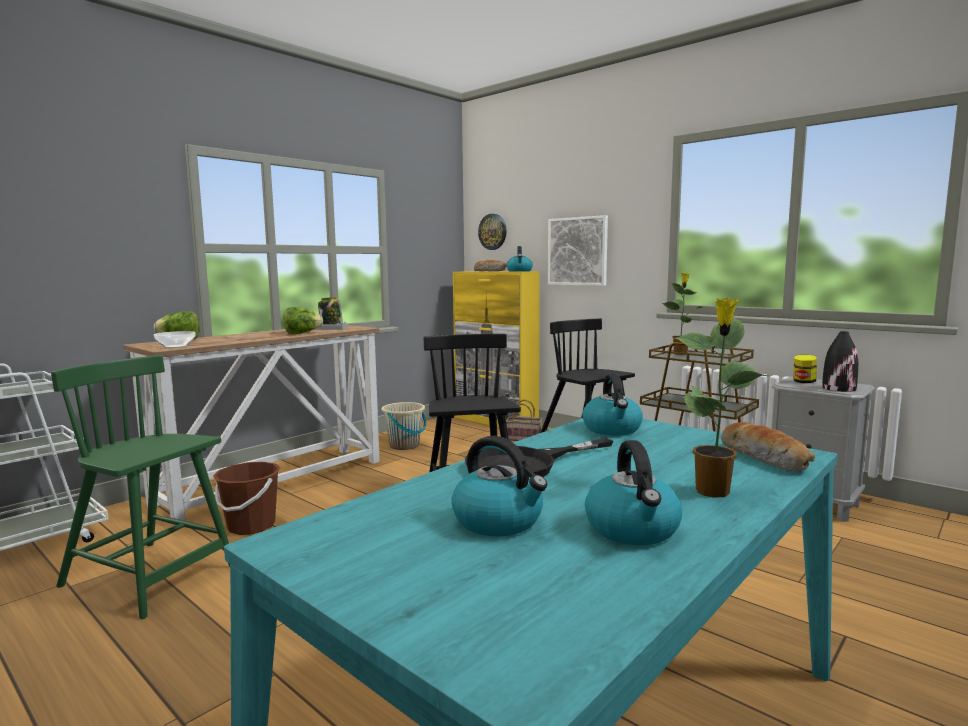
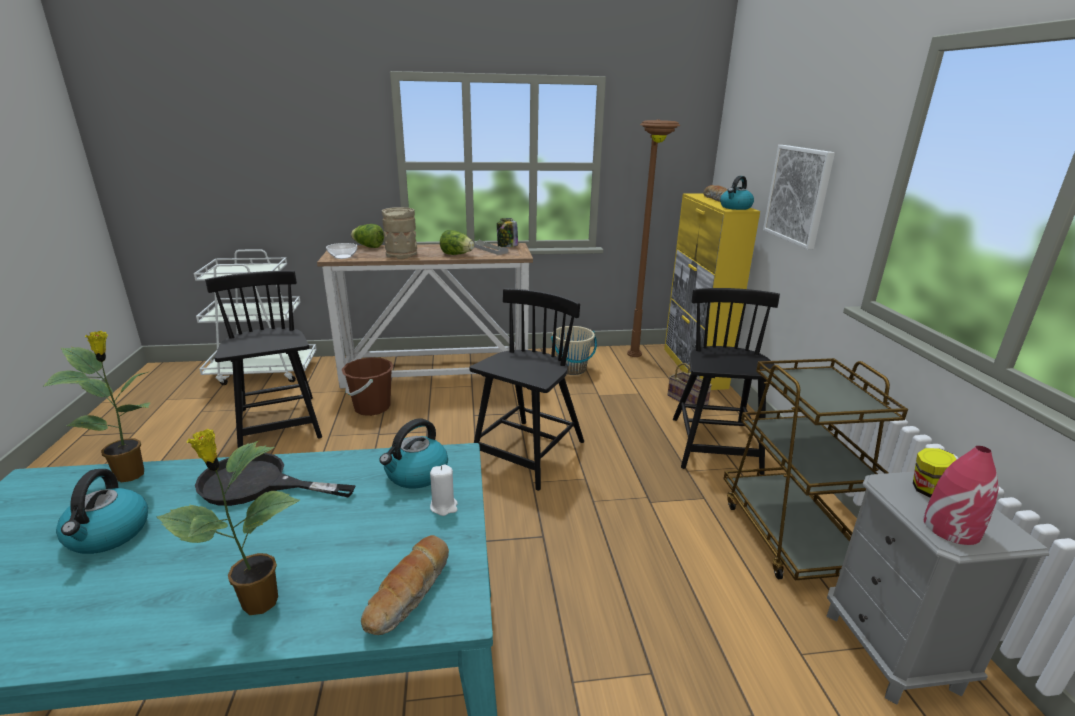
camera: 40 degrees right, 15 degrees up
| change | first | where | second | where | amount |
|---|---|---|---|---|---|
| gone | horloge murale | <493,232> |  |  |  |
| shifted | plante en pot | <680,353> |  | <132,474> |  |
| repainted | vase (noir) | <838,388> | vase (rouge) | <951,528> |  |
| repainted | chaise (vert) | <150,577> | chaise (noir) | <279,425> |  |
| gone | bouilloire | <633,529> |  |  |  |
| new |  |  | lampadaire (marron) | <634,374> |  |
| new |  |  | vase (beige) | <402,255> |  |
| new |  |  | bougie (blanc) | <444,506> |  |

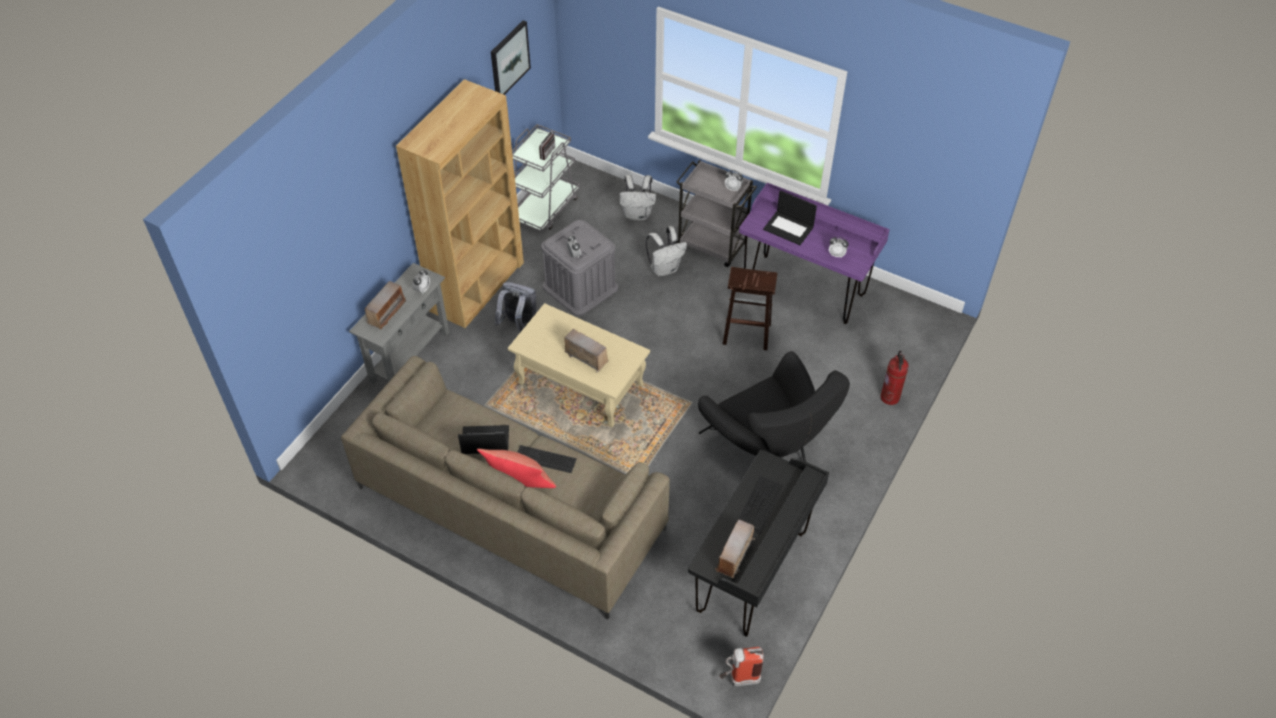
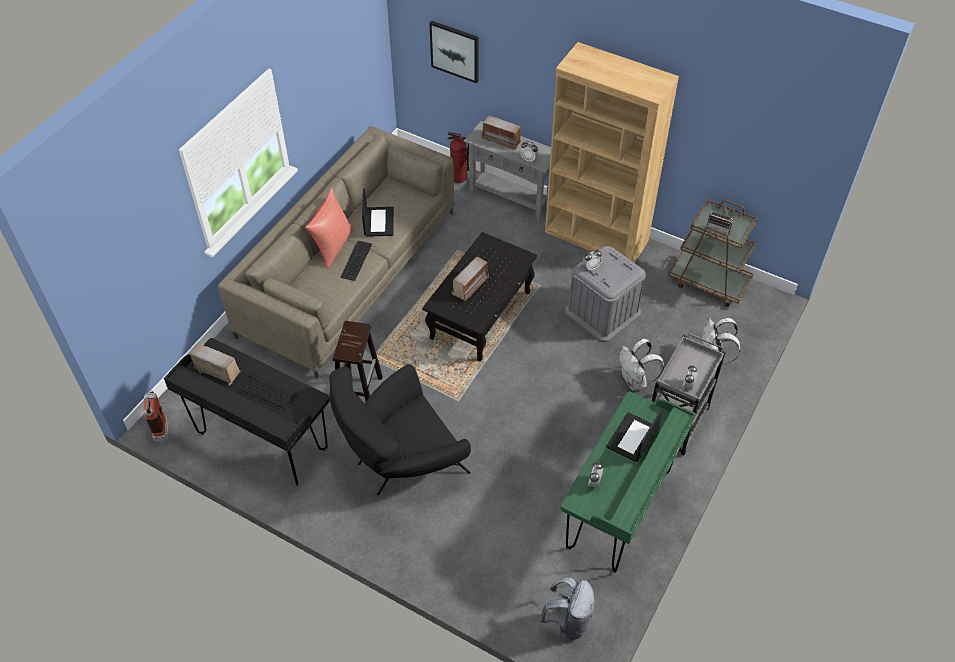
camera: 90 degrees right, 0 degrees up
| change | first | where | second | where | amount |
|---|---|---|---|---|---|
| shifted | tableau | <509,59> |  | <455,51> |  |
| repainted | chariot (gris) | <545,208> | chariot (marron) | <709,282> |  |
| repainted | bureau (violet) | <804,289> | bureau (vert) | <619,511> |  |
| shifted | tabouret (marron) | <746,334> |  | <359,391> |  |
| shifted | sac à dos (gris) | <519,325> |  | <569,621> |  |
| repainted | table basse (beige) | <580,384> | table basse (noir) | <481,314> |  |
| shifted | extincteur | <890,397> |  | <458,177> |  |

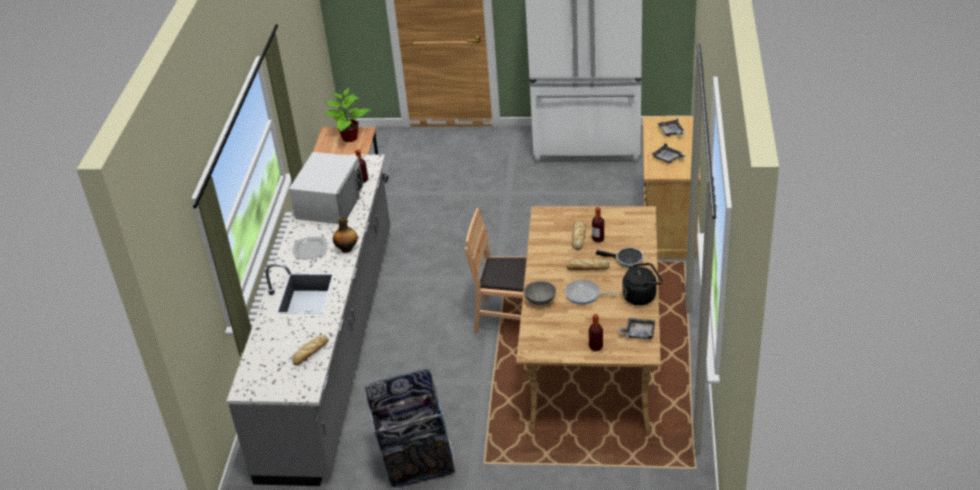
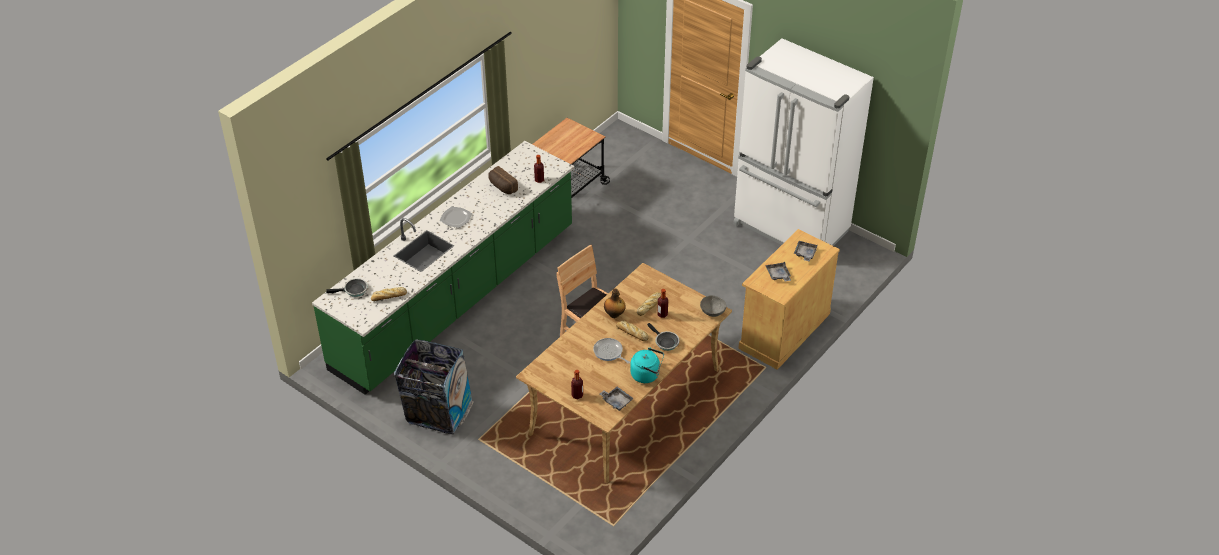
camera: 30 degrees right, 5 degrees up
| change | first | where | second | where | amount |
|---|---|---|---|---|---|
| gone | plante en pot | <349,138> |  |  |  |
| swapped | micro-ondes (blanc) | <330,202> | pain | <502,187> |  |
| repainted | comptoir de cuisine (gris) | <332,346> | comptoir de cuisine (vert) | <456,298> |  |
| shifted | bouteille | <347,249> |  | <614,314> |  |
| repainted | bouilloire (noir) | <641,296> | bouilloire (turquoise) | <647,375> |  |
| shifted | bol (gris) | <540,300> |  | <712,312> |  |
| new |  |  | poêle | <354,290> |  |

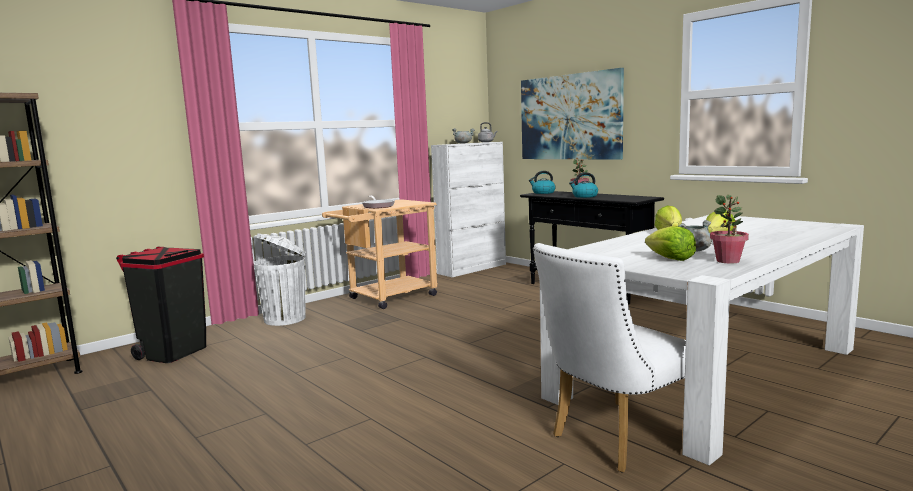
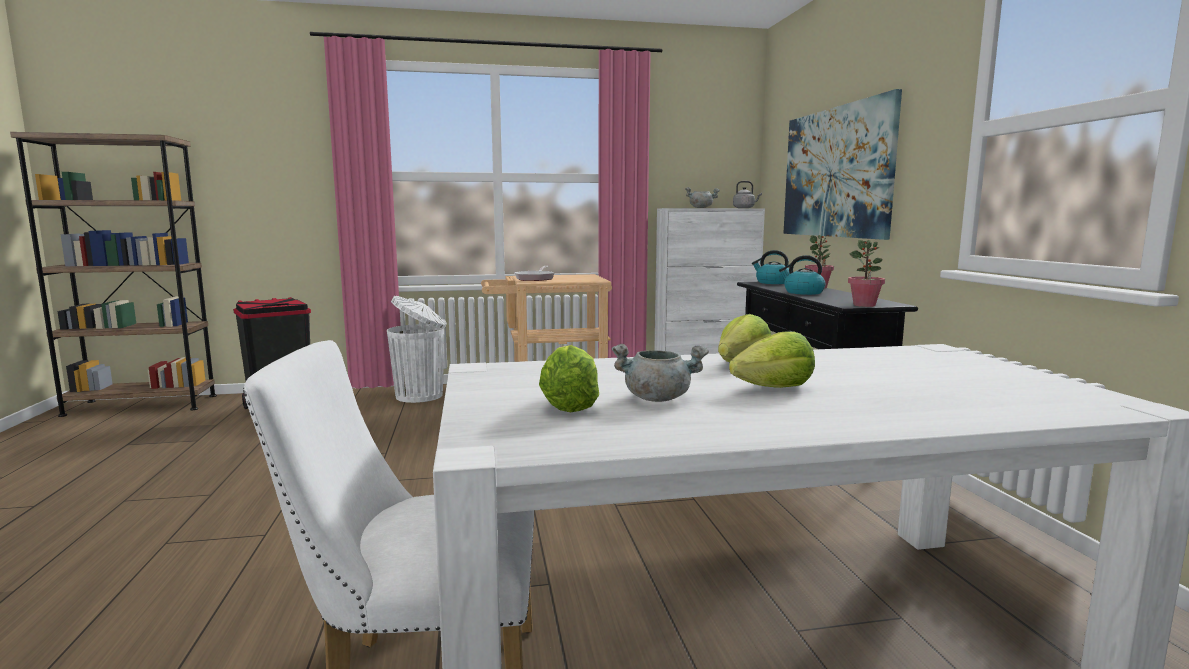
camera: 30 degrees right, 0 degrees up
| change | first | where | second | where | amount |
|---|---|---|---|---|---|
| shifted | plante en pot | <728,261> |  | <864,305> |  |

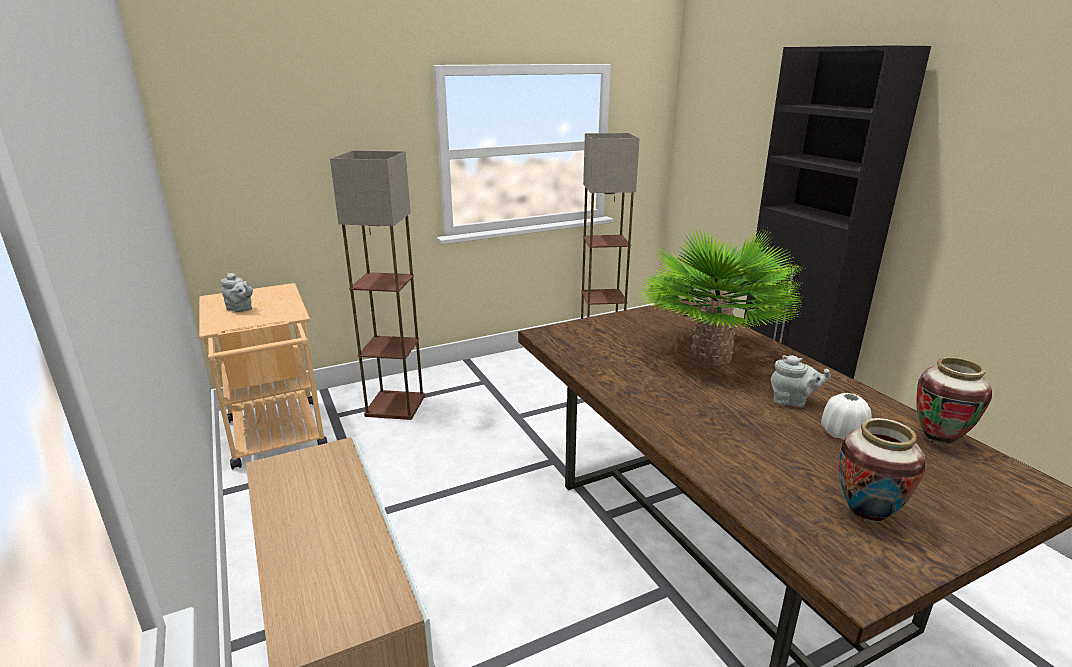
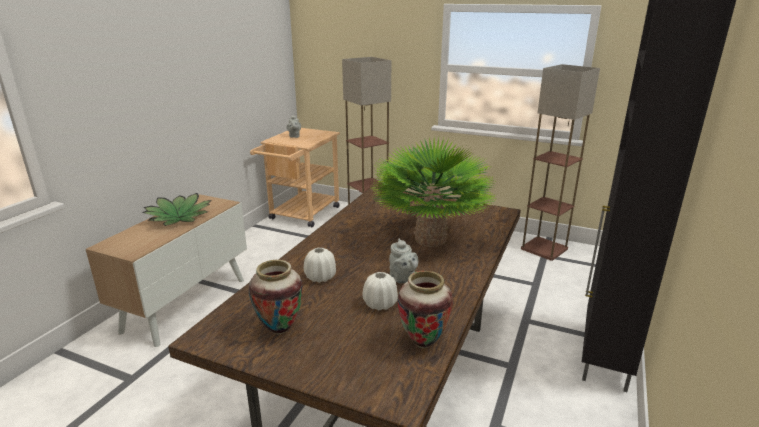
camera: 50 degrees right, 0 degrees up
| change | first | where | second | where | amount |
|---|---|---|---|---|---|
| new |  |  | plante en pot | <179,217> |  |
| new |  |  | vase (blanc) | <320,277> |  |

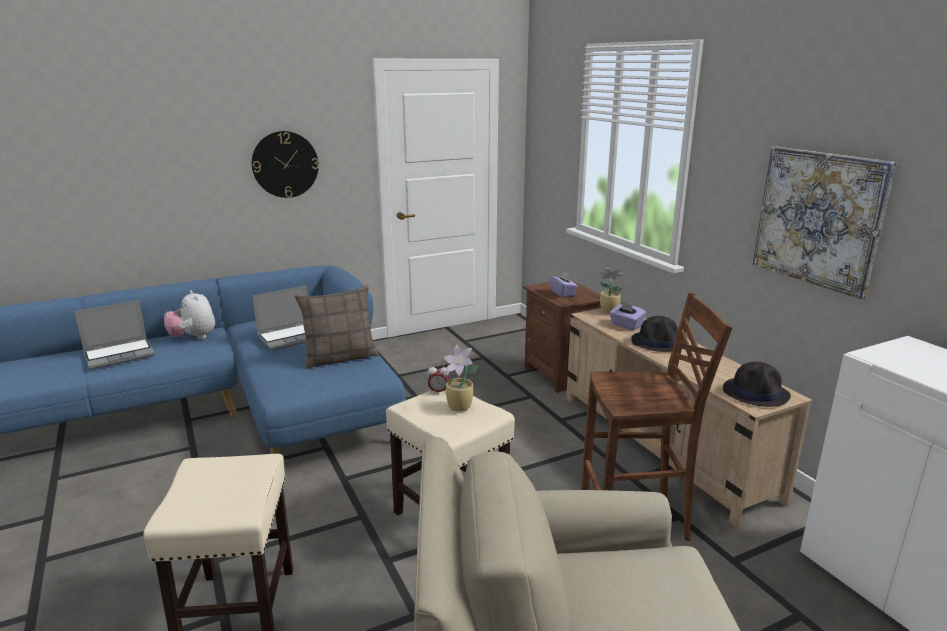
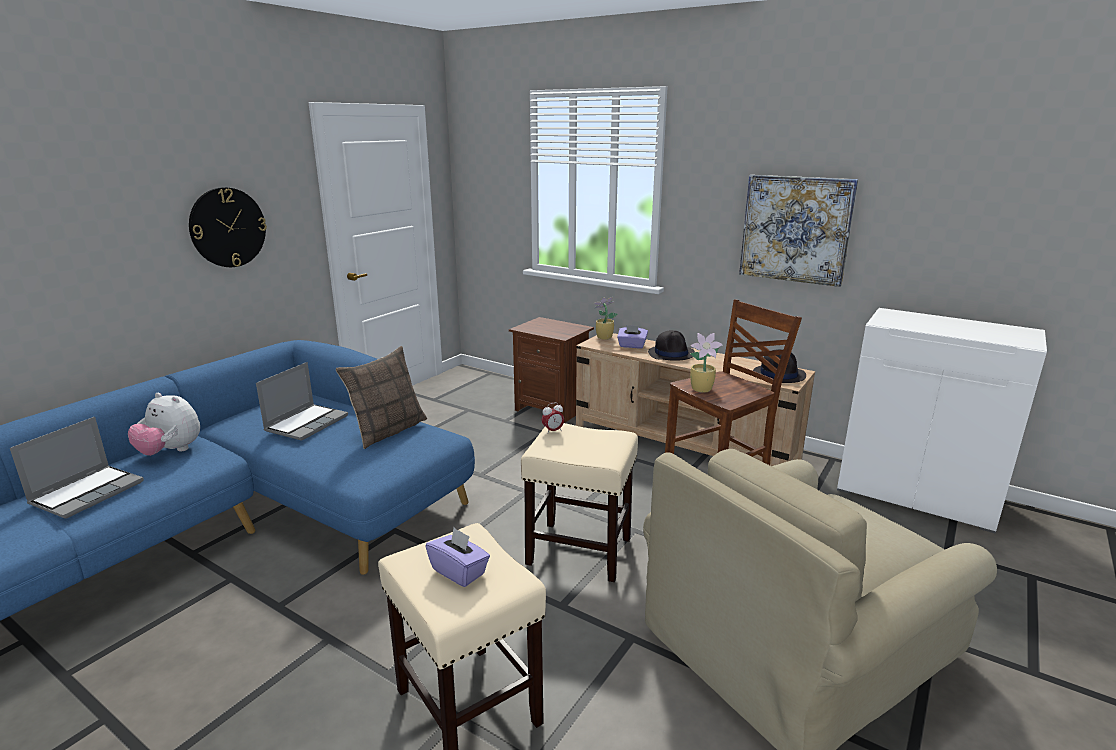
camera: 30 degrees left, 0 degrees up
| change | first | where | second | where | amount |
|---|---|---|---|---|---|
| shifted | boîte à mouchoirs (violet) | <562,293> |  | <459,571> |  |
| shifted | plante en pot | <460,407> |  | <702,389> |  |

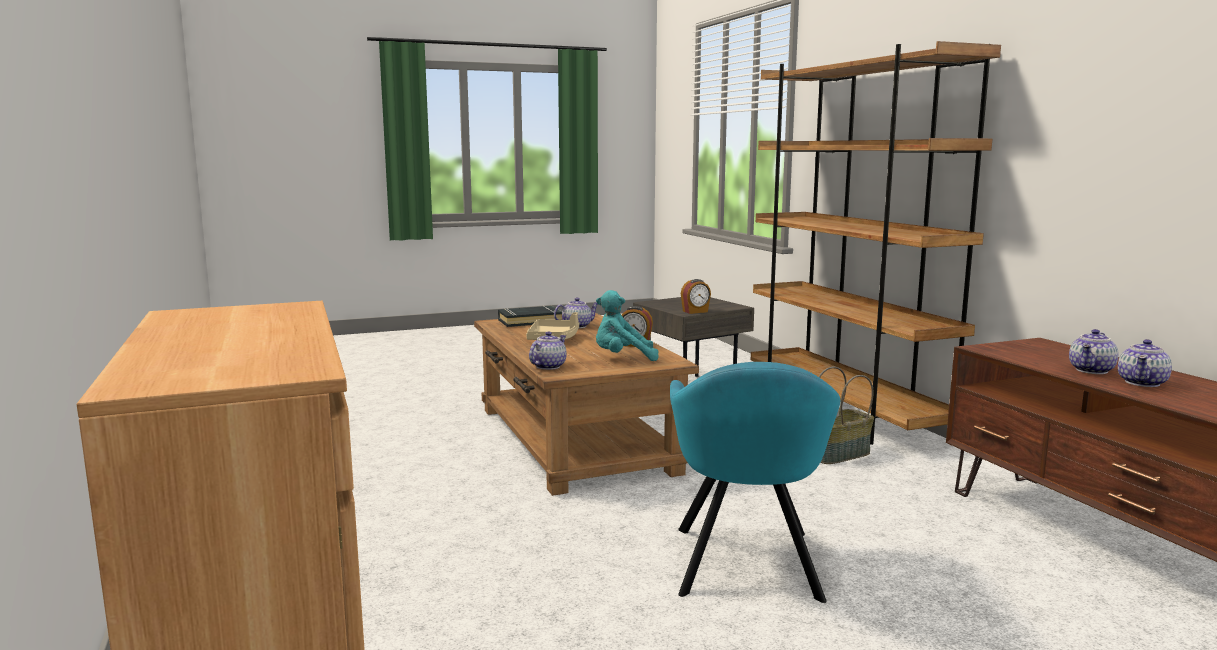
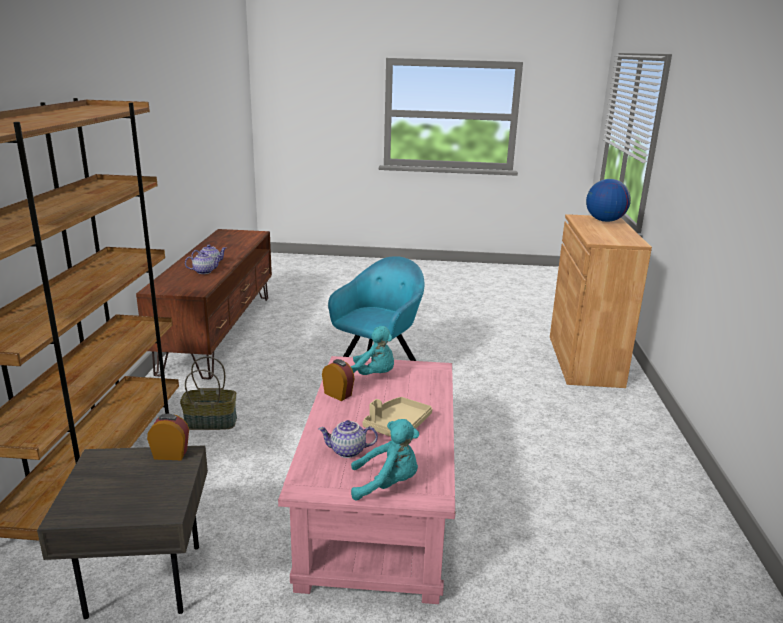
camera: 155 degrees left, 10 degrees up
| change | first | where | second | where | amount |
|---|---|---|---|---|---|
| swapped | livre (noir) | <530,321> | peluche (turquoise) | <387,484> |  |
| repainted | table basse (marron) | <573,439> | table basse (rose) | <379,505> |  |
| gone | théière | <547,366> |  |  |  |
| new |  |  | globe | <604,221> |  |

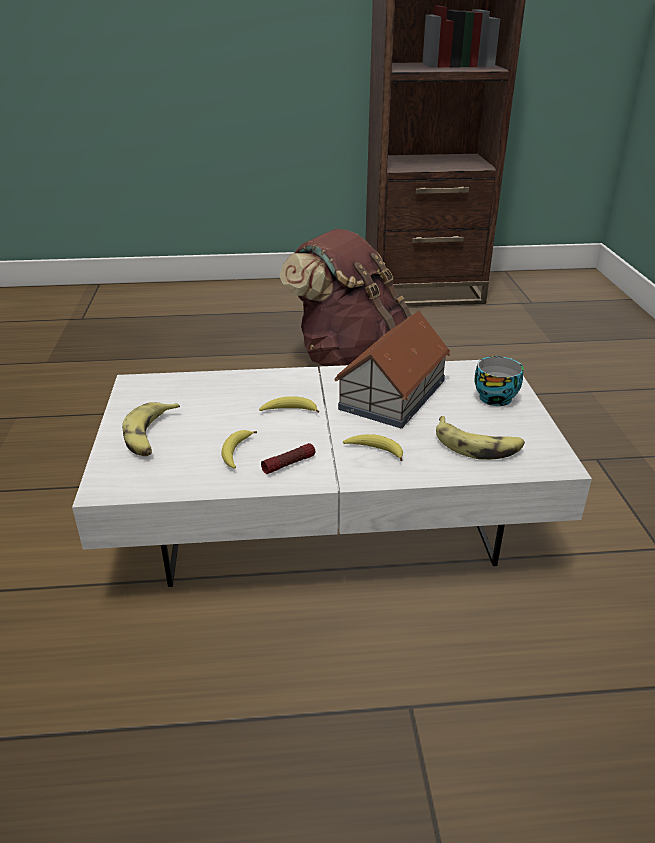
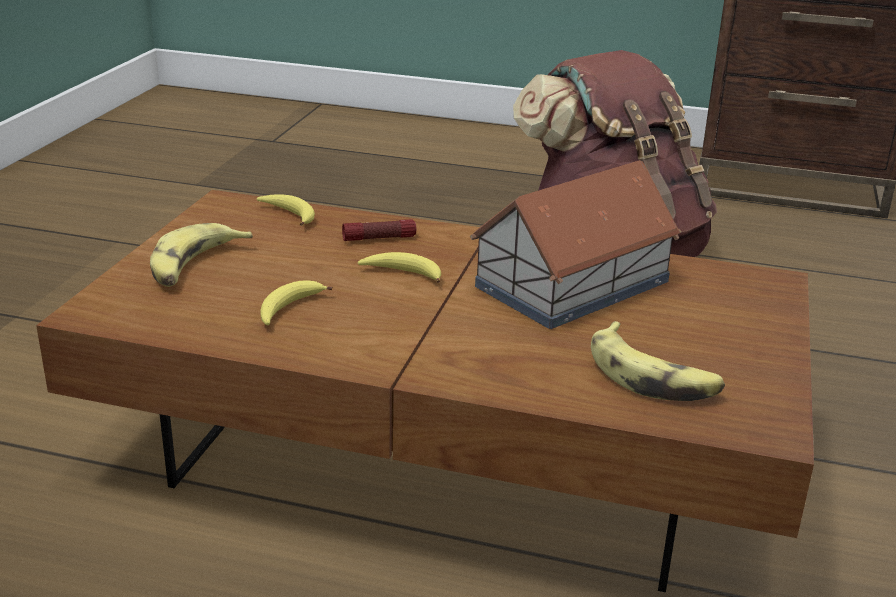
camera: 20 degrees right, 5 degrees down
| change | first | where | second | where | amount |
|---|---|---|---|---|---|
| gone | tasse | <496,397> |  |  |  |
| repainted | table basse (blanc) | <328,515> | table basse (marron) | <445,453> |  |
| shifted | banane | <375,450> |  | <289,215> |  |
| shifted | lampe de poche | <289,464> |  | <379,238> |  |

